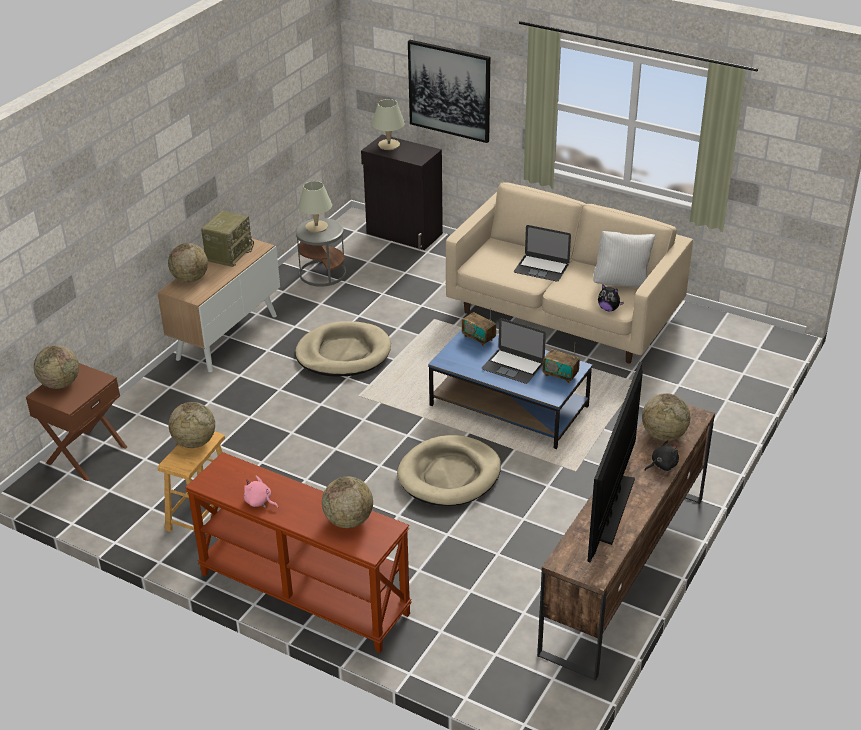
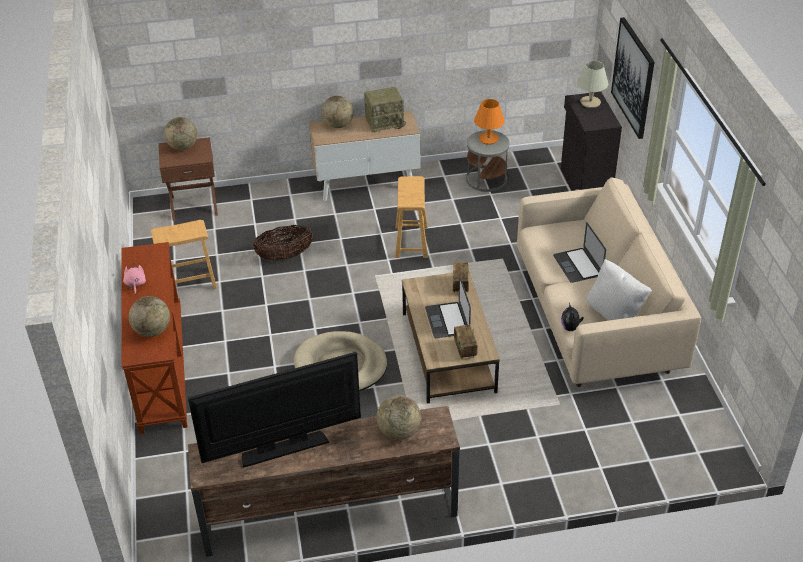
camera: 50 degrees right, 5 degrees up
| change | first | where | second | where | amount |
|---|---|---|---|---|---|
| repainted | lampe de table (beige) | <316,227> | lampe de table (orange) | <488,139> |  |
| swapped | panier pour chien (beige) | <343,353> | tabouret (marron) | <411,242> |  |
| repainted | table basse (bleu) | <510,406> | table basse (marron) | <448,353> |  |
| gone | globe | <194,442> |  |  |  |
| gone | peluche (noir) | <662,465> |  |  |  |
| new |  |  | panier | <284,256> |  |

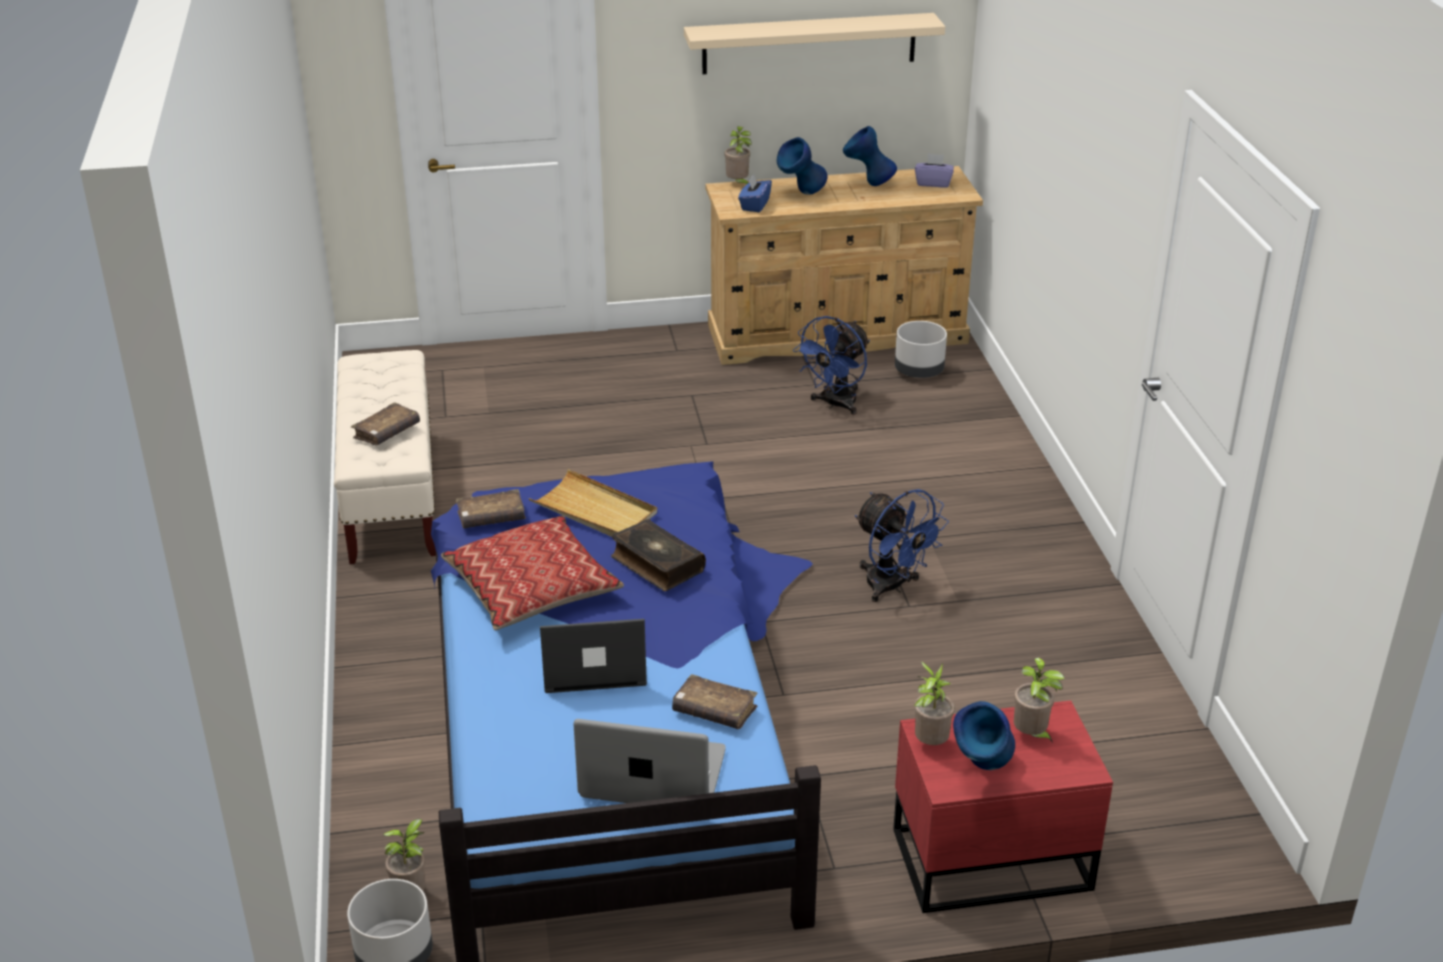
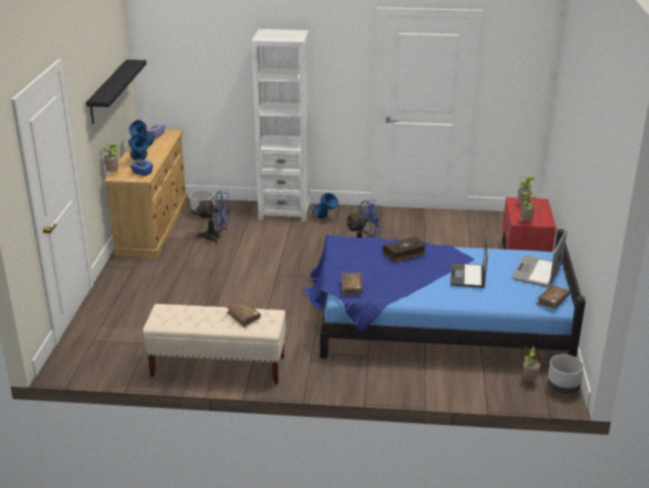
camera: 75 degrees left, 5 degrees down
| change | first | where | second | where | amount |
|---|---|---|---|---|---|
| repainted | étagère (beige) | <809,43> | étagère (noir) | <108,91> |  |
| rotated | ventilateur (bleu) | <835,404> |  | <216,237> | 45 degrees counterclockwise |
| gone | plateau (beige) | <594,510> |  |  |  |
| gone | coussin | <532,587> |  |  |  |
| shifted | livre (marron) | <714,711> |  | <552,301> |  |
| shifted | vase (bleu) | <982,772> |  | <325,218> |  |
| new |  |  | bibliothèque (blanc) | <284,211> |  |

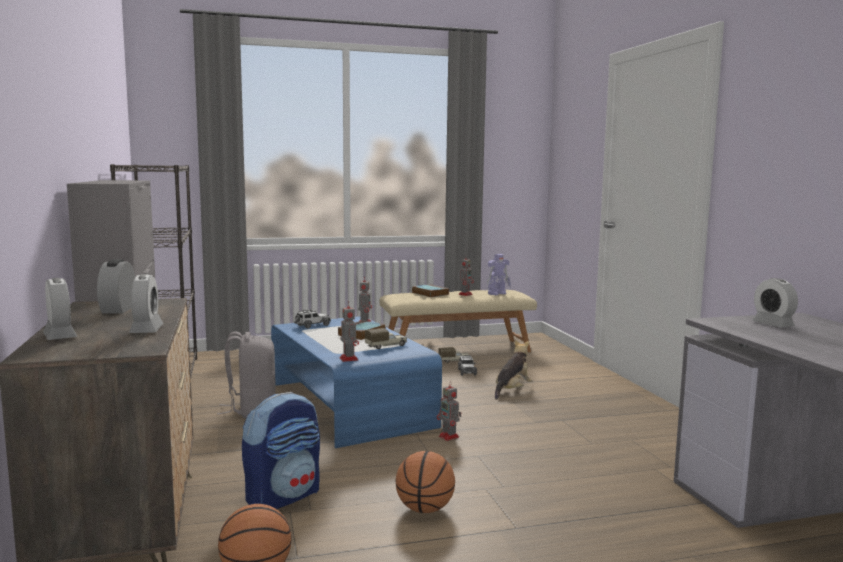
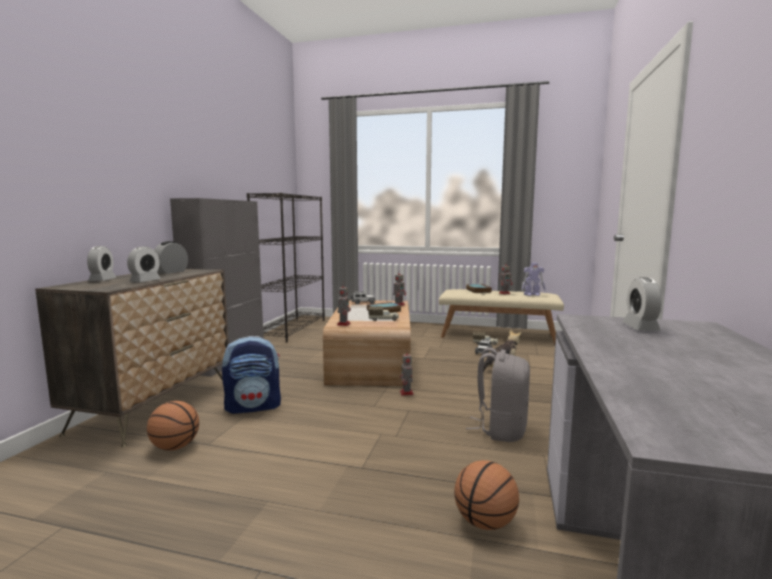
camera: 30 degrees right, 0 degrees up
| change | first | where | second | where | amount |
|---|---|---|---|---|---|
| repainted | table basse (bleu) | <349,404> | table basse (marron) | <371,360> |  |
| shifted | sac à dos (gris) | <251,410> |  | <501,430> |  |
| shifted | ballon de basket | <424,509> |  | <485,522> |  |

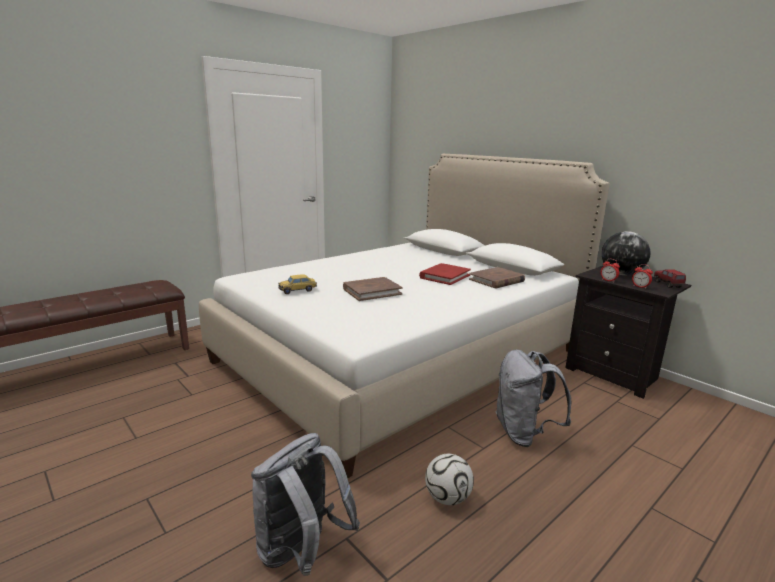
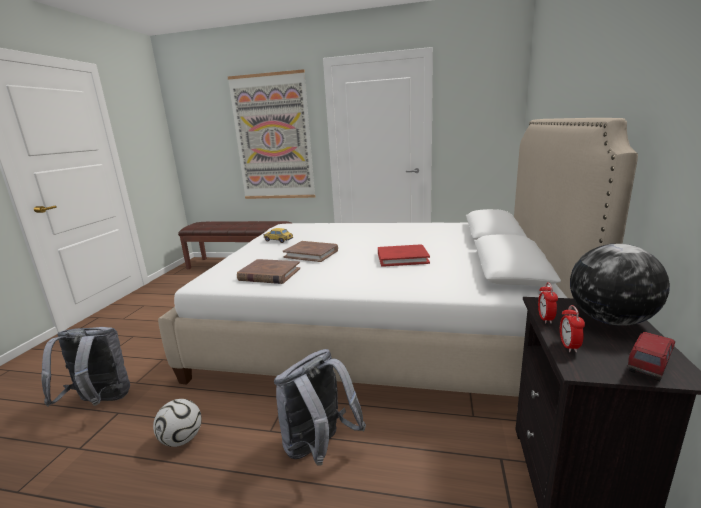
camera: 55 degrees right, 0 degrees up
| change | first | where | second | where | amount |
|---|---|---|---|---|---|
| shifted | livre (marron) | <496,280> |  | <269,274> |  |
| new |  |  | tableau | <273,138> |  |

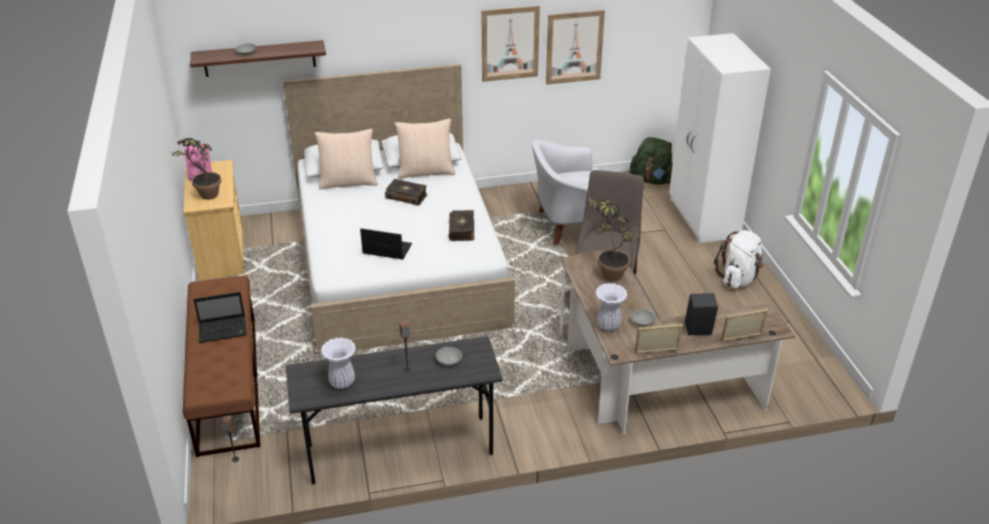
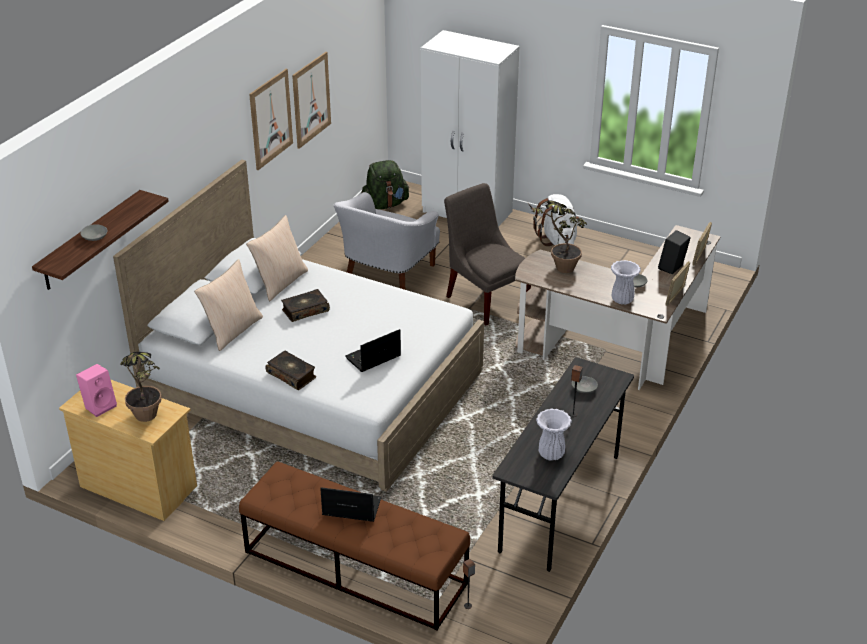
camera: 50 degrees left, 0 degrees up
| change | first | where | second | where | amount |
|---|---|---|---|---|---|
| shifted | livre | <462,230> |  | <292,375> |  |
| rotated | ordinateur portable | <224,330> |  | <350,508> | 105 degrees counterclockwise |

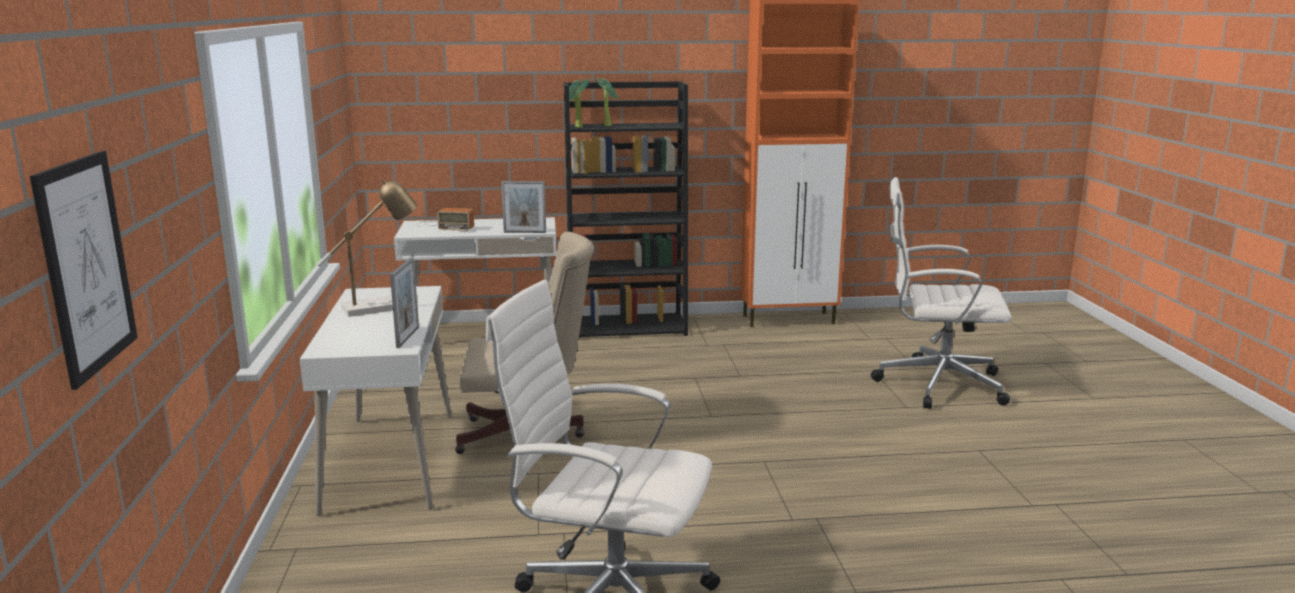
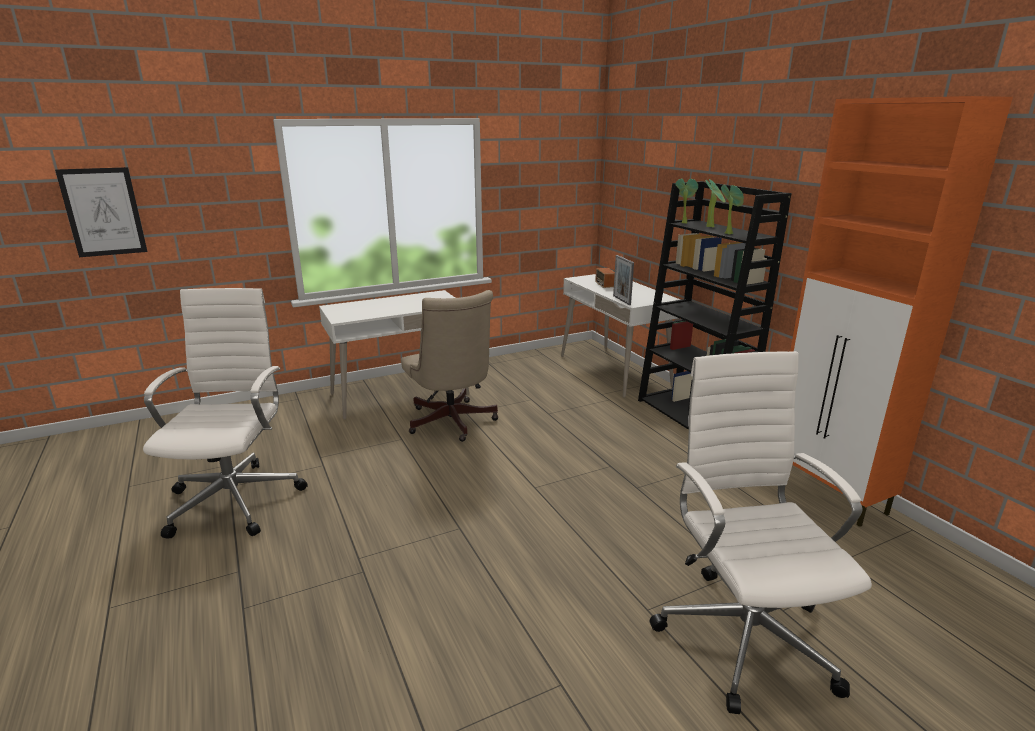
camera: 70 degrees right, 5 degrees up
| change | first | where | second | where | amount |
|---|---|---|---|---|---|
| gone | lampe de table | <378,307> |  |  |  |
| gone | cadre photo | <408,337> |  |  |  |
| new |  |  | plante en pot | <728,233> |  |

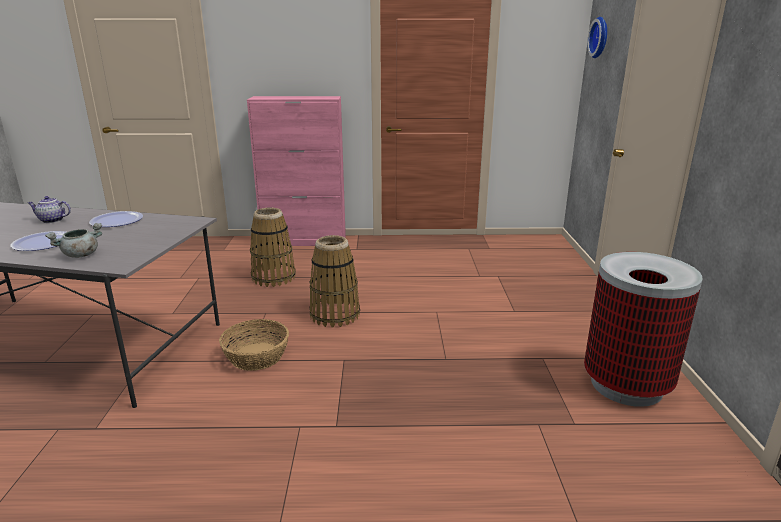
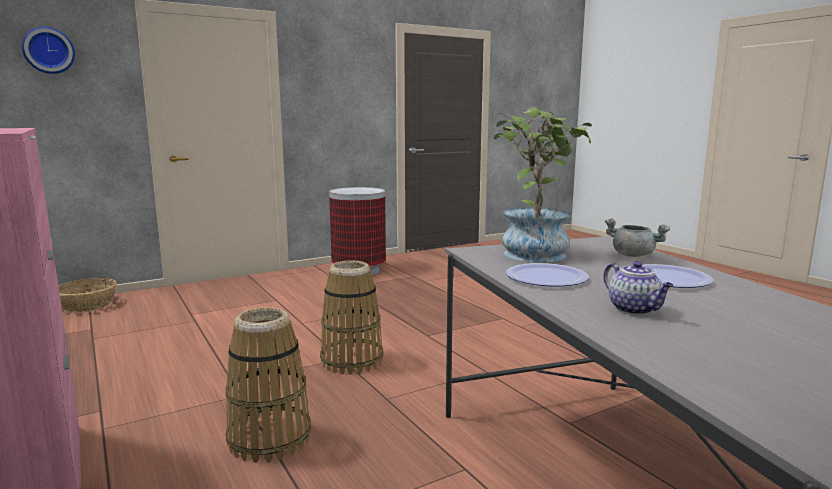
camera: 120 degrees left, 10 degrees down
| change | first | where | second | where | amount |
|---|---|---|---|---|---|
| shifted | panier | <257,356> |  | <87,305> |  |
| new |  |  | plante en pot | <535,252> |  |

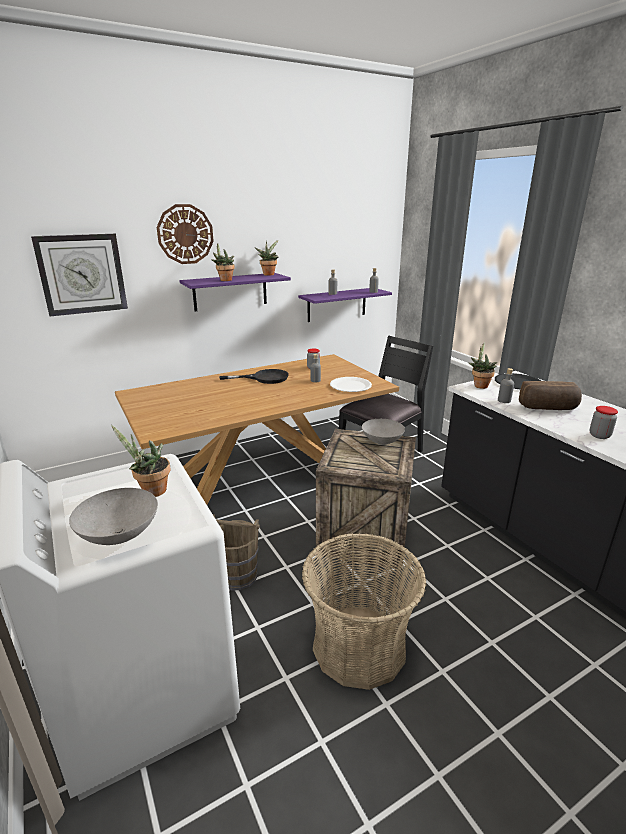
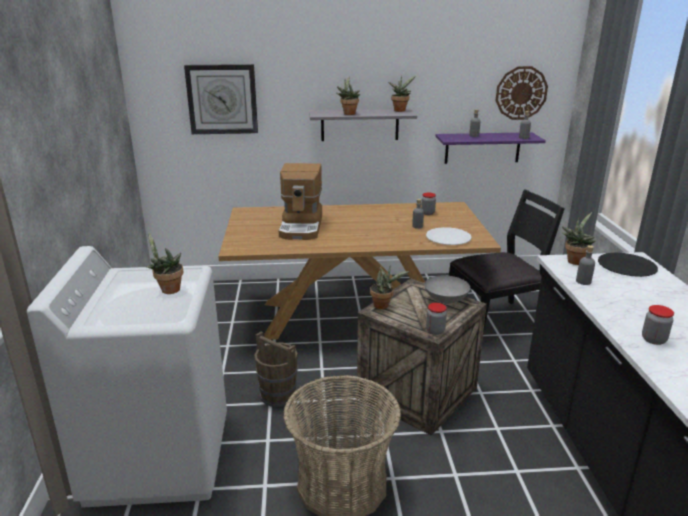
camera: 25 degrees right, 0 degrees up
| change | first | where | second | where | amount |
|---|---|---|---|---|---|
| shifted | horloge murale | <185,234> |  | <521,93> |  |
| repainted | étagère (violet) | <230,292> | étagère (gris) | <359,125> |  |
| gone | poêle (noir) | <264,378> |  |  |  |
| gone | pain | <548,408> |  |  |  |
| gone | bol (gris) | <121,535> |  |  |  |
| new |  |  | machine à café | <302,227> |  |
| new |  |  | plante en pot | <383,305> |  |
| new |  |  | bocal | <435,331> |  |

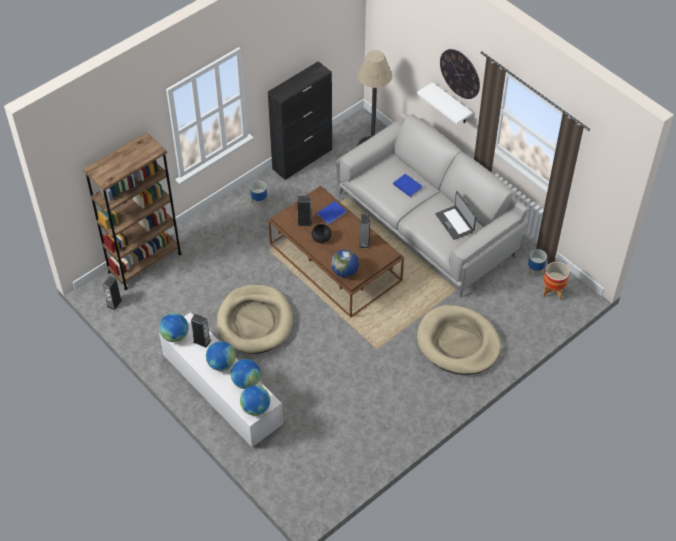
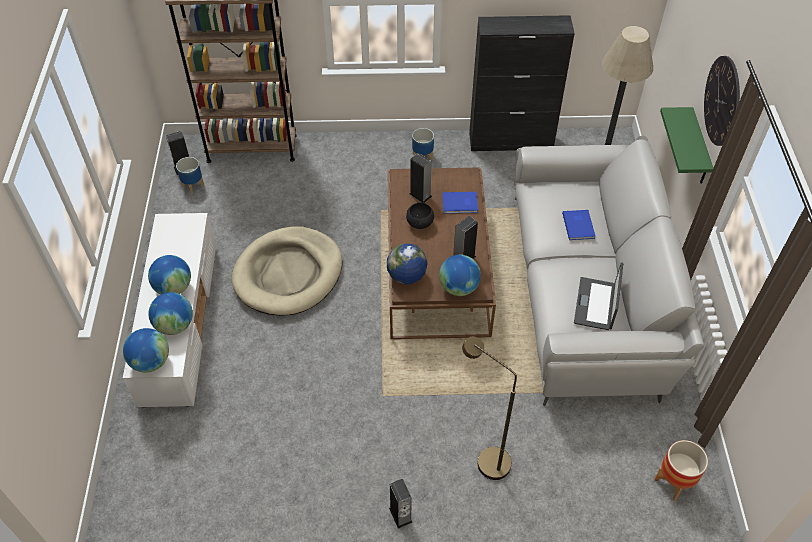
camera: 40 degrees right, 0 degrees up
| change | first | where | second | where | amount |
|---|---|---|---|---|---|
| repainted | étagère (blanc) | <451,104> | étagère (vert) | <698,149> |  |
| shifted | cache-pot | <535,270> |  | <193,186> |  |
| swapped | panier pour chien (beige) | <458,343> | lampadaire (marron) | <485,459> |  |
| shifted | globe | <175,336> |  | <458,287> |  |
| shifted | enceinte | <202,341> |  | <400,515> |  |

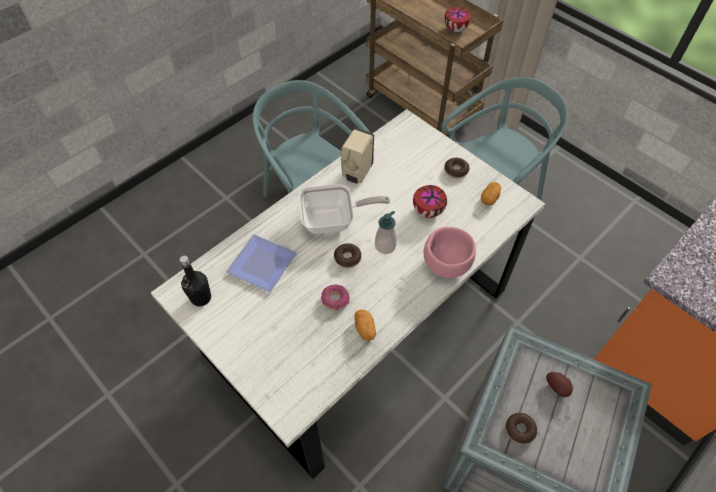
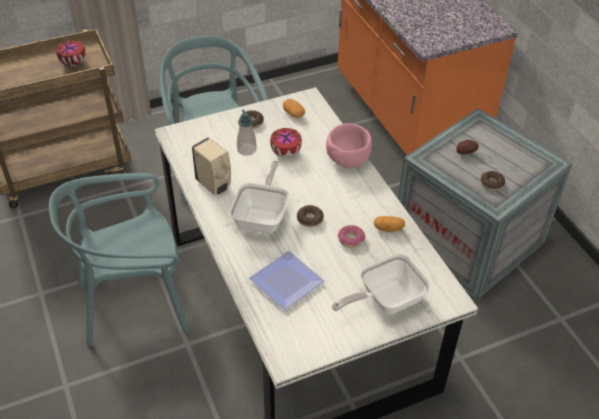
camera: 70 degrees left, 10 degrees down
| change | first | where | second | where | amount |
|---|---|---|---|---|---|
| shifted | distributeur de savon | <385,246> |  | <246,150> |  |
| gone | bouteille (noir) | <201,298> |  |  |  |
| new |  |  | poêle | <385,300> |  |

